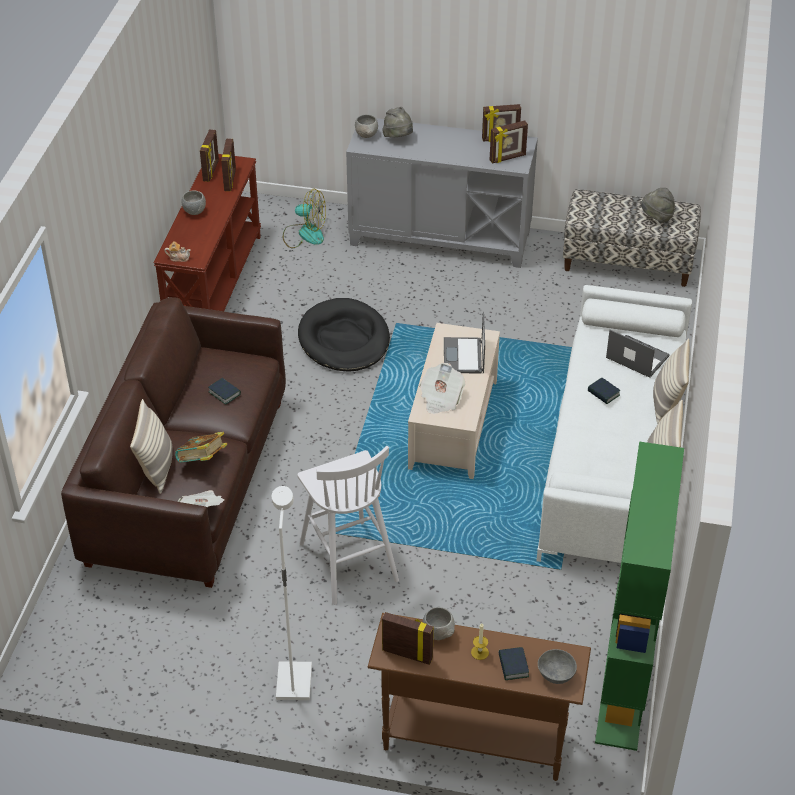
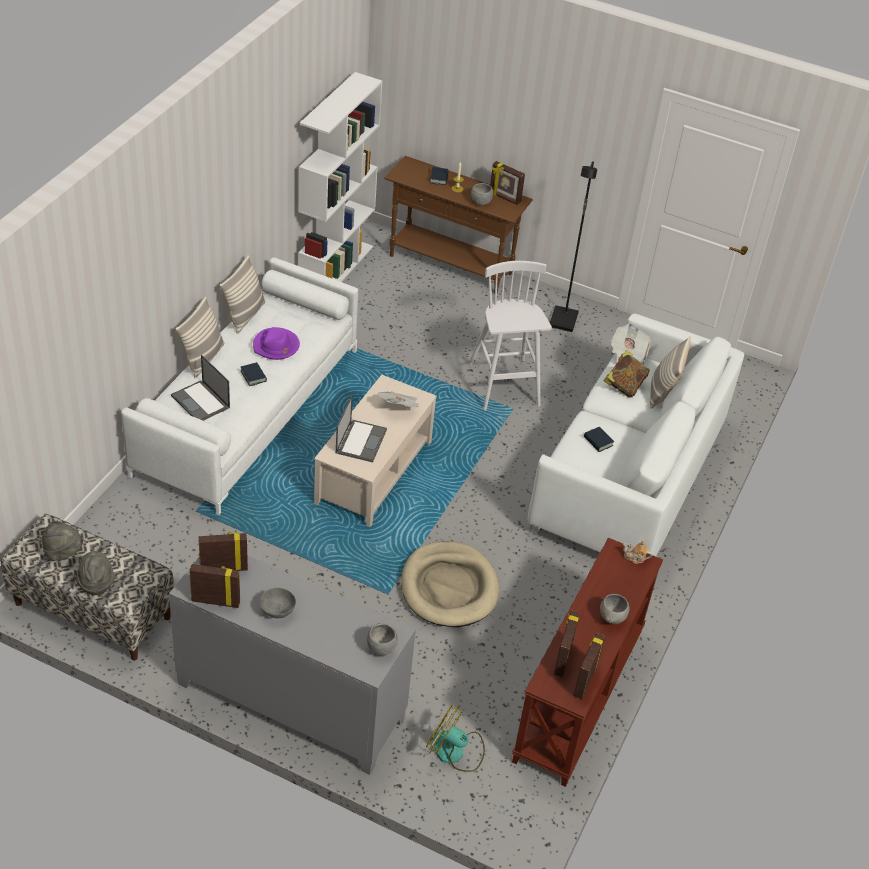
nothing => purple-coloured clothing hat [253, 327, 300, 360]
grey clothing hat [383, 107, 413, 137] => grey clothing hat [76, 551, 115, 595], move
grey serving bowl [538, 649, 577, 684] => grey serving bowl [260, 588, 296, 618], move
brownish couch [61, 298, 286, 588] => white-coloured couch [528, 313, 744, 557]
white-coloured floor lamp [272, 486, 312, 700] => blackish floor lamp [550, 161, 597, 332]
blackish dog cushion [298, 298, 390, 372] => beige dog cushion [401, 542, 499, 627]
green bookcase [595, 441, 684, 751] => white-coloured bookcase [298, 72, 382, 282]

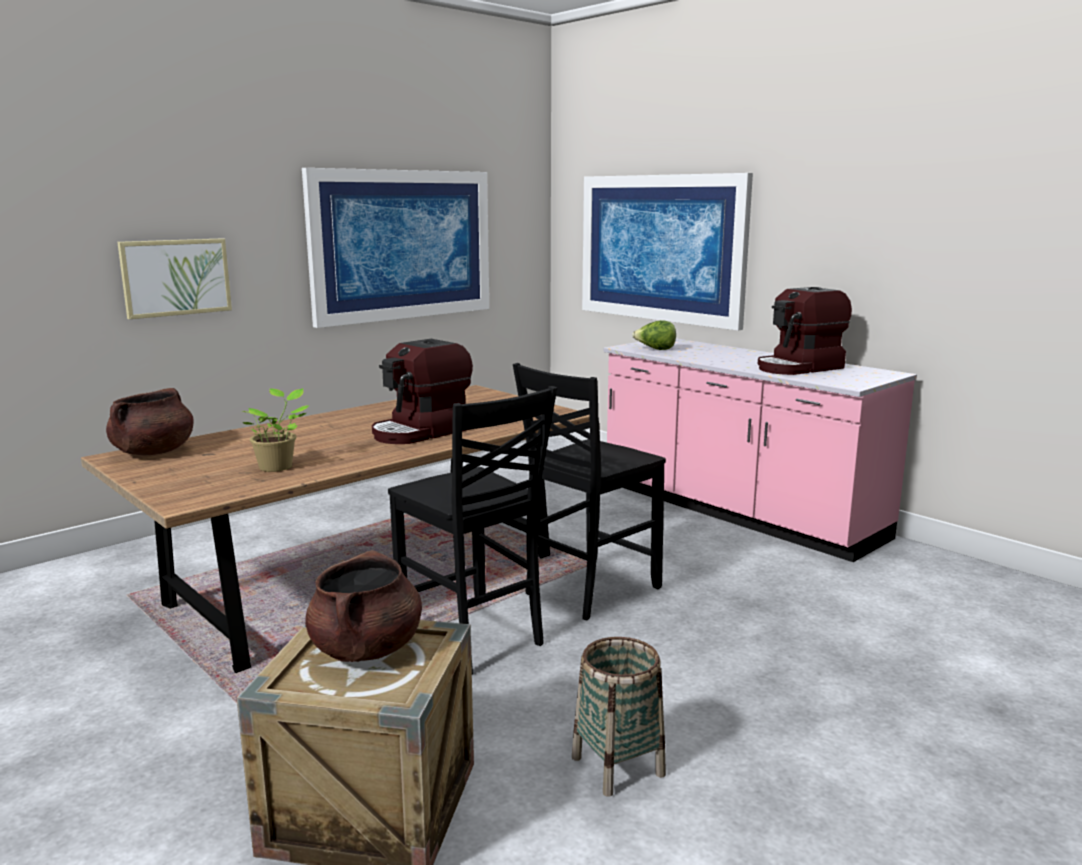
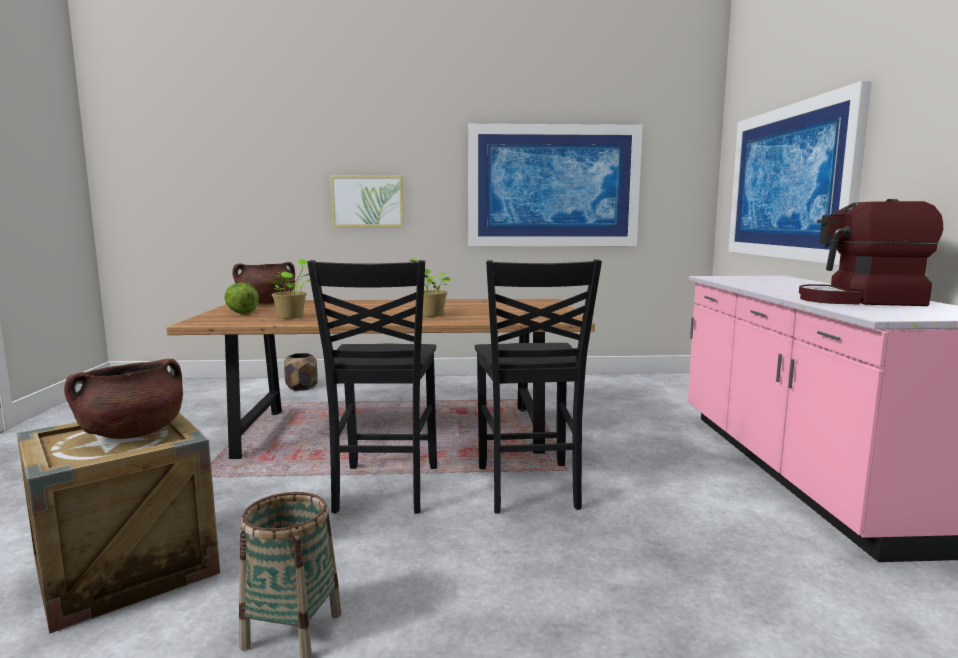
nothing => brownish planter [284, 353, 317, 391]
lettuce head [632, 320, 676, 350] => lettuce head [224, 282, 259, 314], move
coffee machine [372, 339, 473, 444] => plant in a pot [410, 259, 453, 317]
blackish upright chair [513, 363, 666, 620] => blackish upright chair [475, 259, 602, 514], 90 degrees counterclockwise

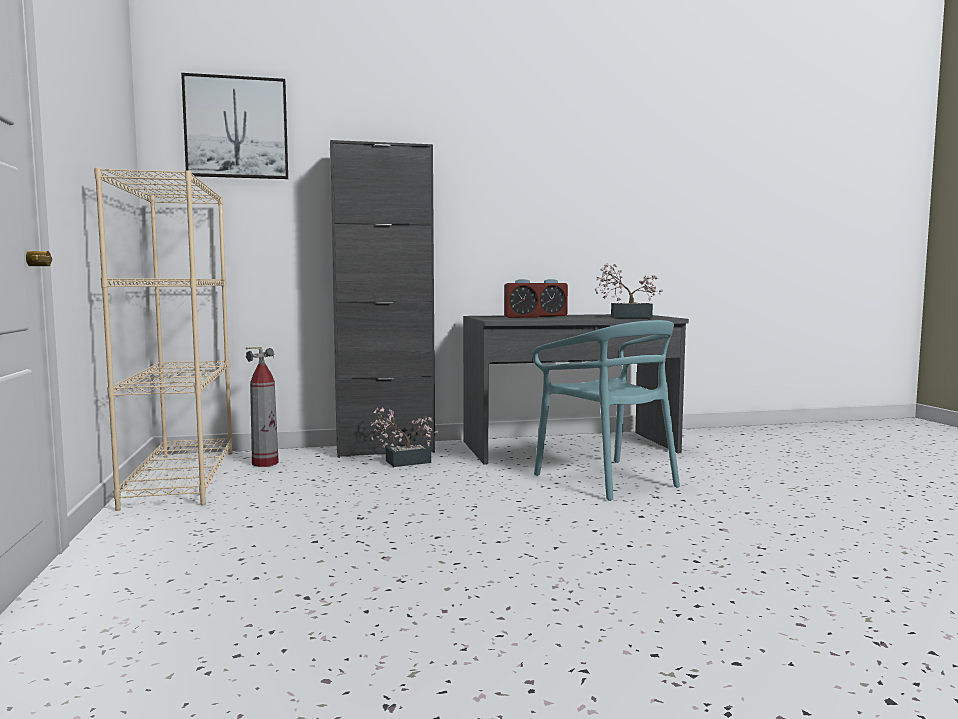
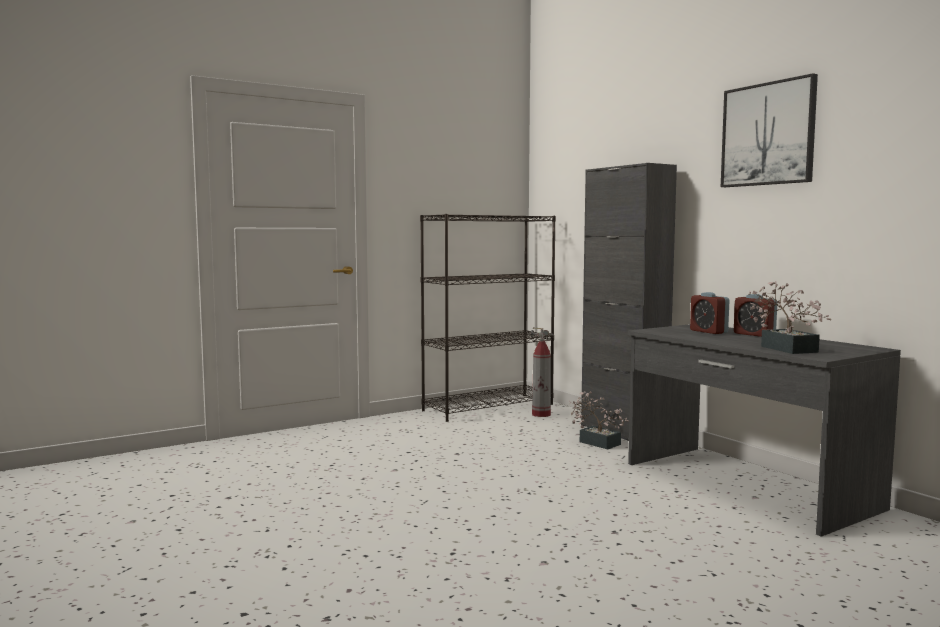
blue-green upright chair [532, 320, 680, 501] => nothing
wall picture [181, 73, 288, 179] => wall picture [721, 73, 818, 187], move
beige bookcase [94, 168, 233, 511] => blackish bookcase [420, 214, 556, 422]

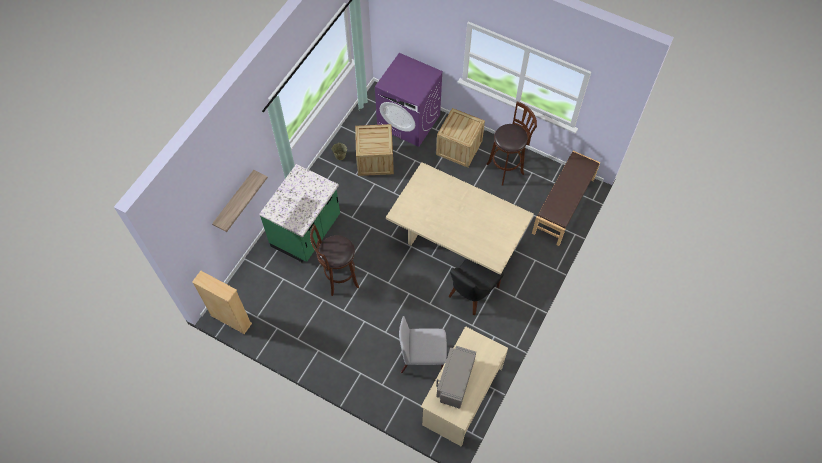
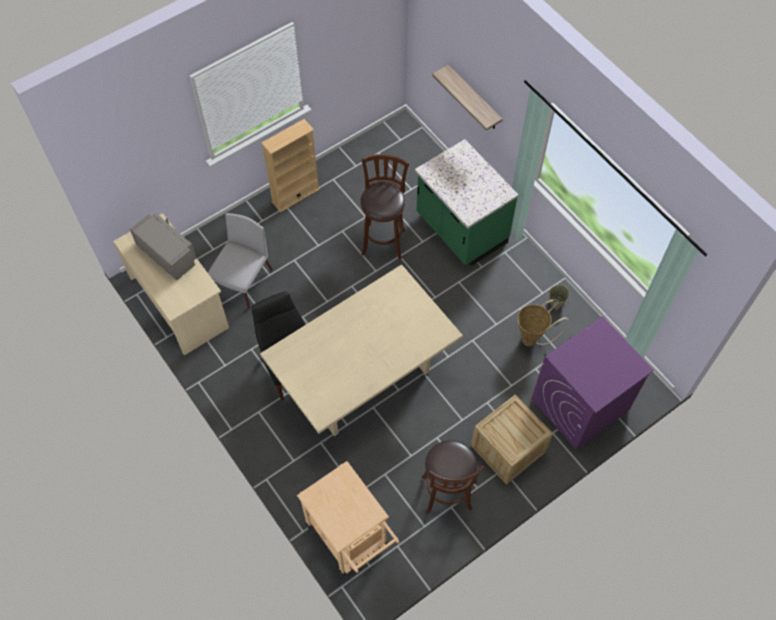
beige bookcase [192, 271, 252, 334] => beige bookcase [261, 119, 320, 213], move
shipping crate [355, 124, 394, 176] => basket [518, 299, 569, 346]
brownish indoor bench [532, 151, 600, 246] => beige wheeled cart [297, 461, 399, 576]

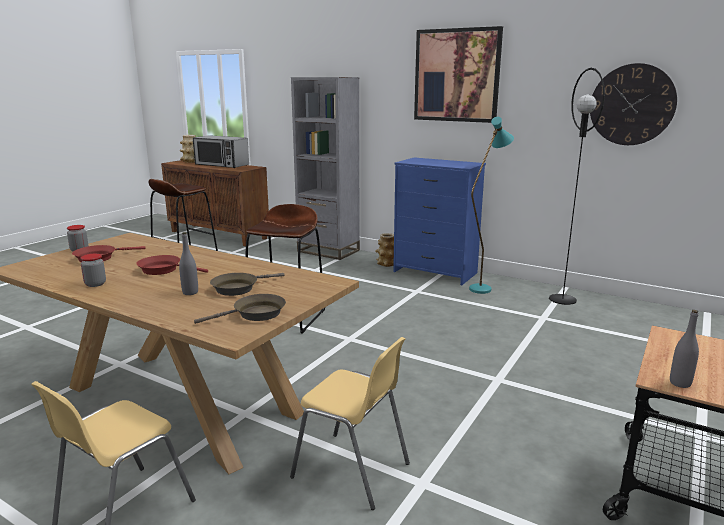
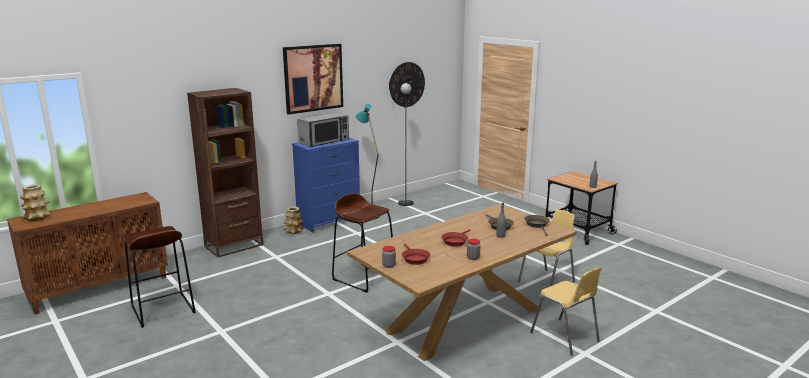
microwave [193, 135, 249, 168] => microwave [297, 112, 349, 147], move
grey bookcase [291, 77, 360, 260] => brownish bookcase [187, 88, 263, 258]

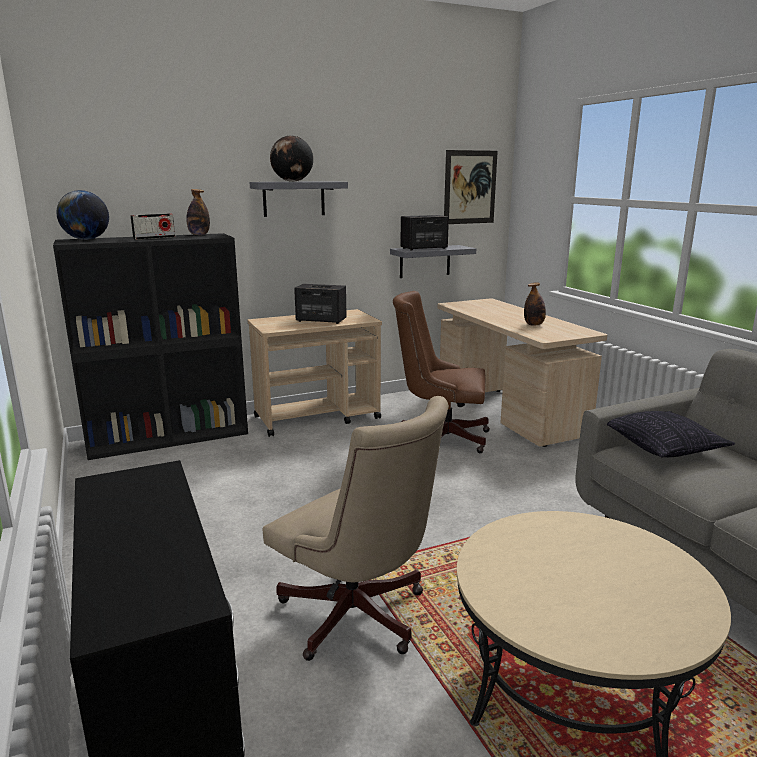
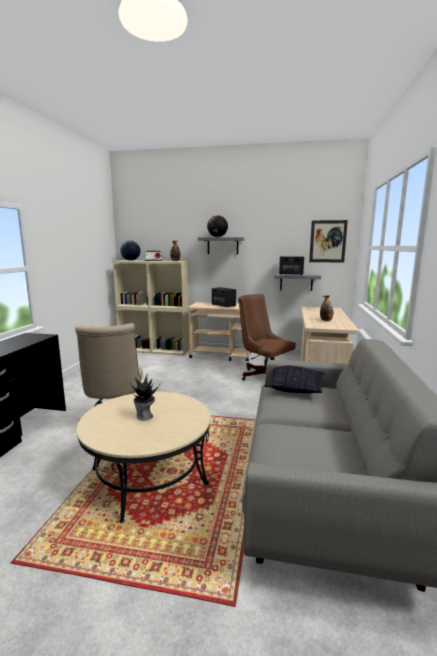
nothing => plant in a pot [130, 376, 161, 420]
blackish bookcase [53, 233, 248, 460] => beige bookcase [113, 260, 189, 356]

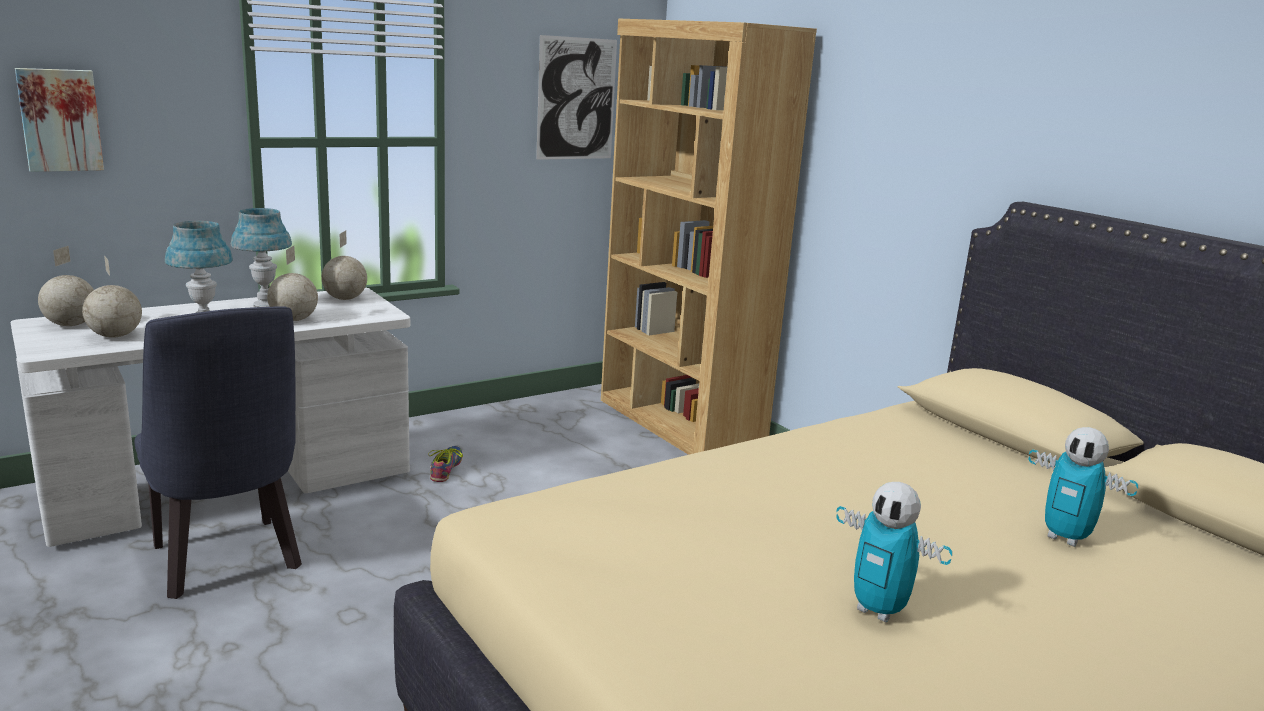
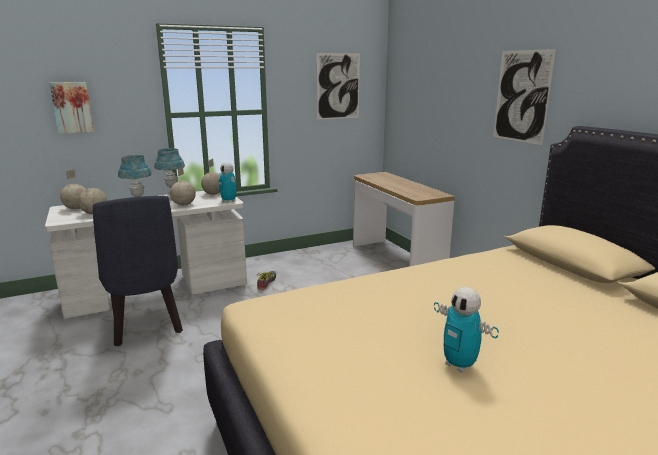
nothing => wall picture [493, 49, 556, 145]
model robot [1028, 427, 1138, 547] => model robot [219, 162, 237, 203], move
brownish bookcase [601, 19, 817, 455] => narrow table [353, 172, 455, 266]

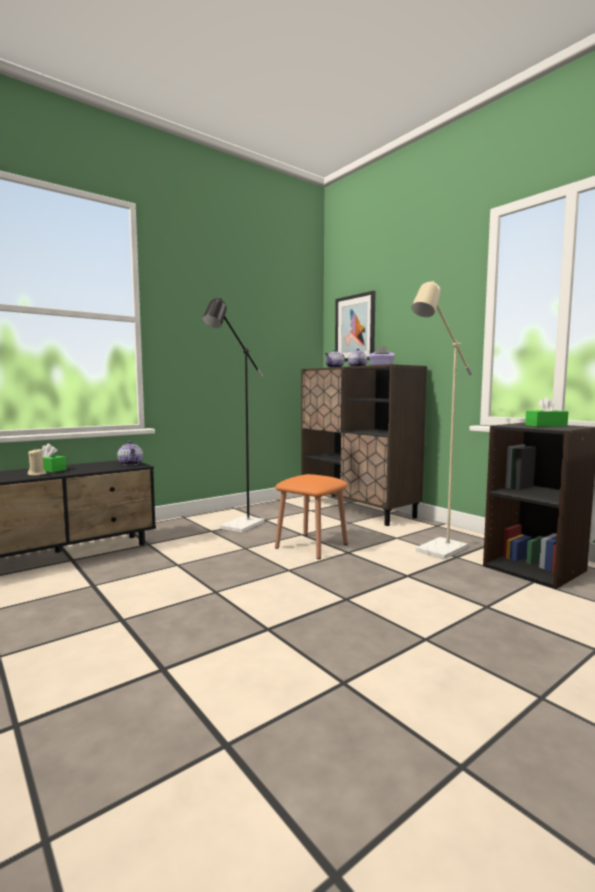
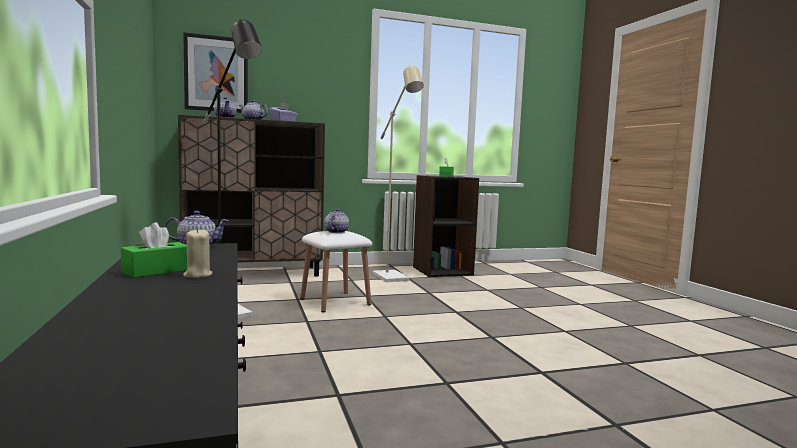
nothing => tea pot [324, 208, 349, 233]
orangey stool seat [275, 474, 348, 559] => white-coloured stool seat [300, 231, 372, 312]

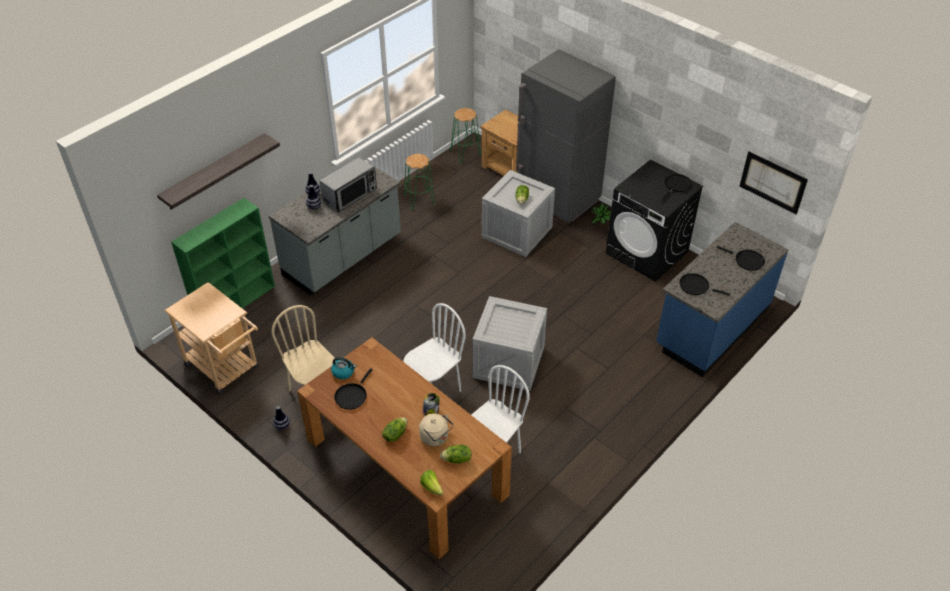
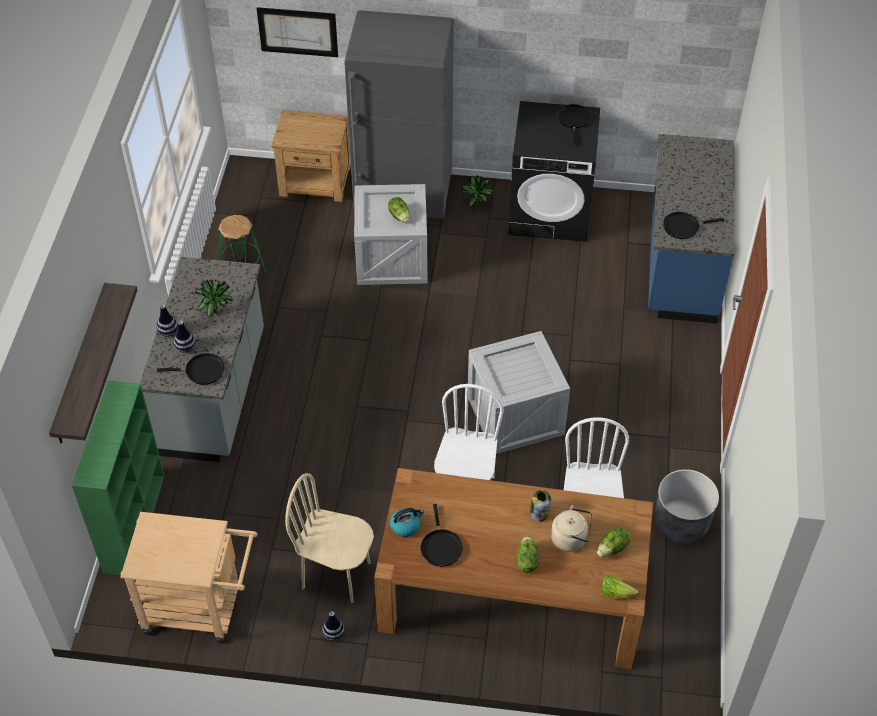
green stool seat [450, 108, 481, 163] => nothing
nothing => grey planter [655, 469, 719, 544]
blackish skillet [716, 246, 765, 271] => blackish skillet [156, 353, 225, 385], move
wall picture [740, 152, 808, 215] => wall picture [257, 7, 338, 57], move
microwave [320, 157, 377, 212] => plant in a pot [195, 279, 233, 316]

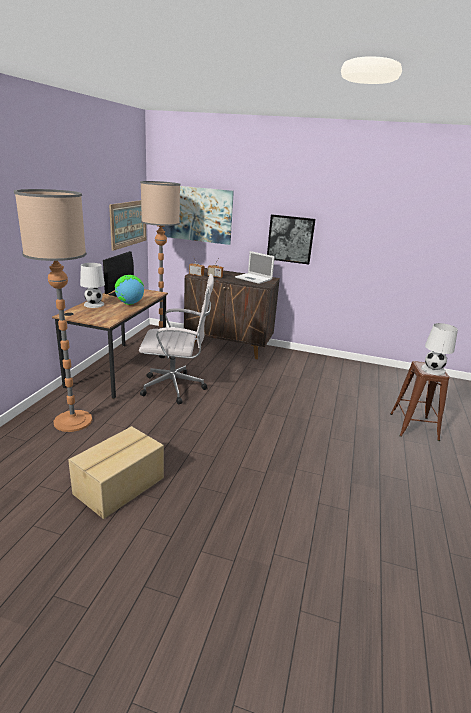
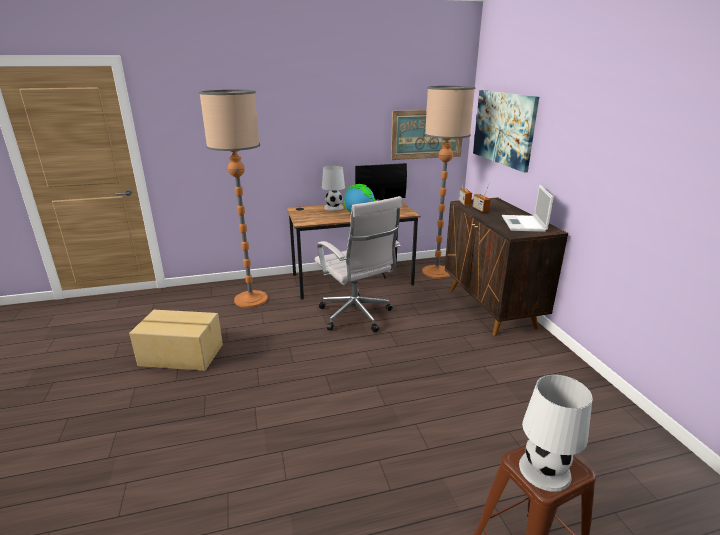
wall picture [267, 214, 316, 264] => nothing

